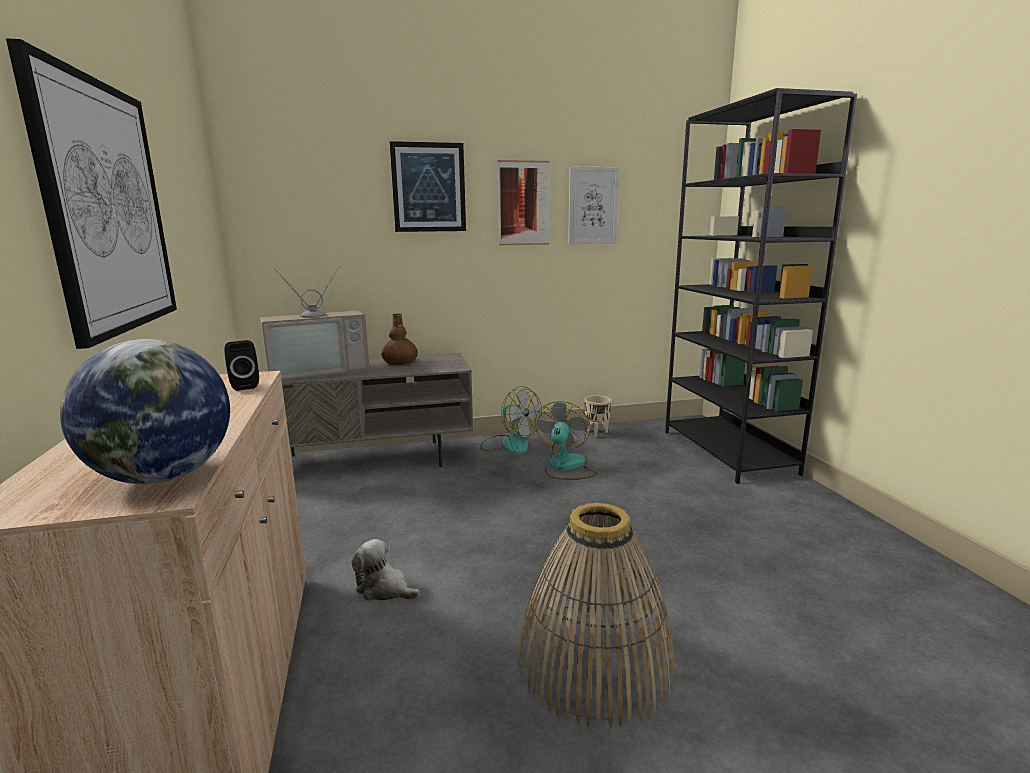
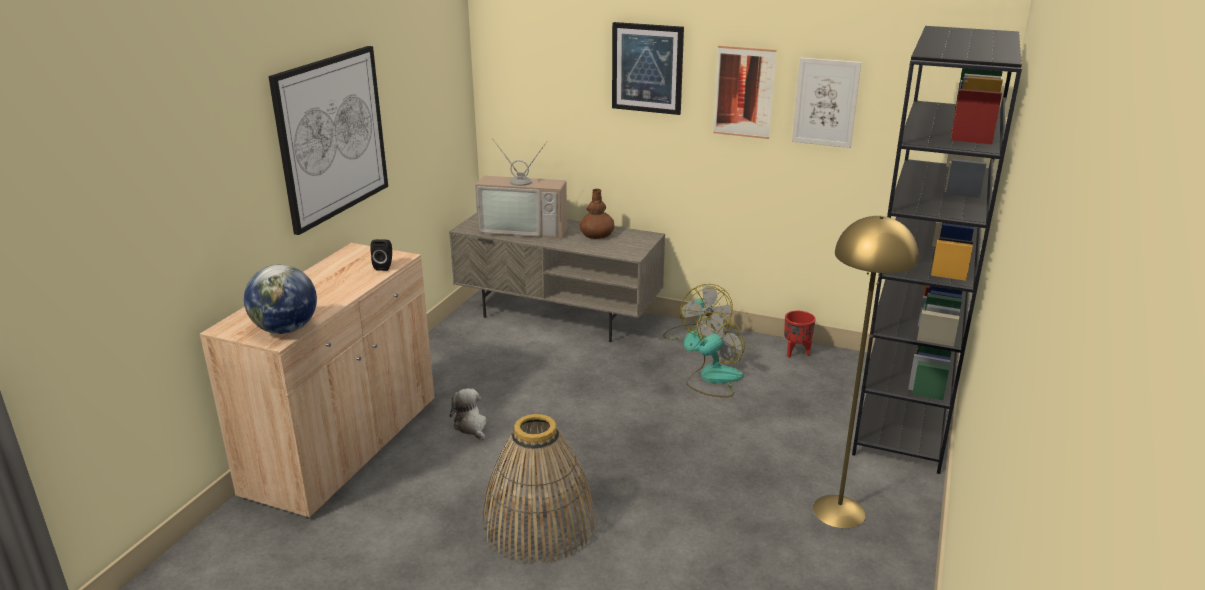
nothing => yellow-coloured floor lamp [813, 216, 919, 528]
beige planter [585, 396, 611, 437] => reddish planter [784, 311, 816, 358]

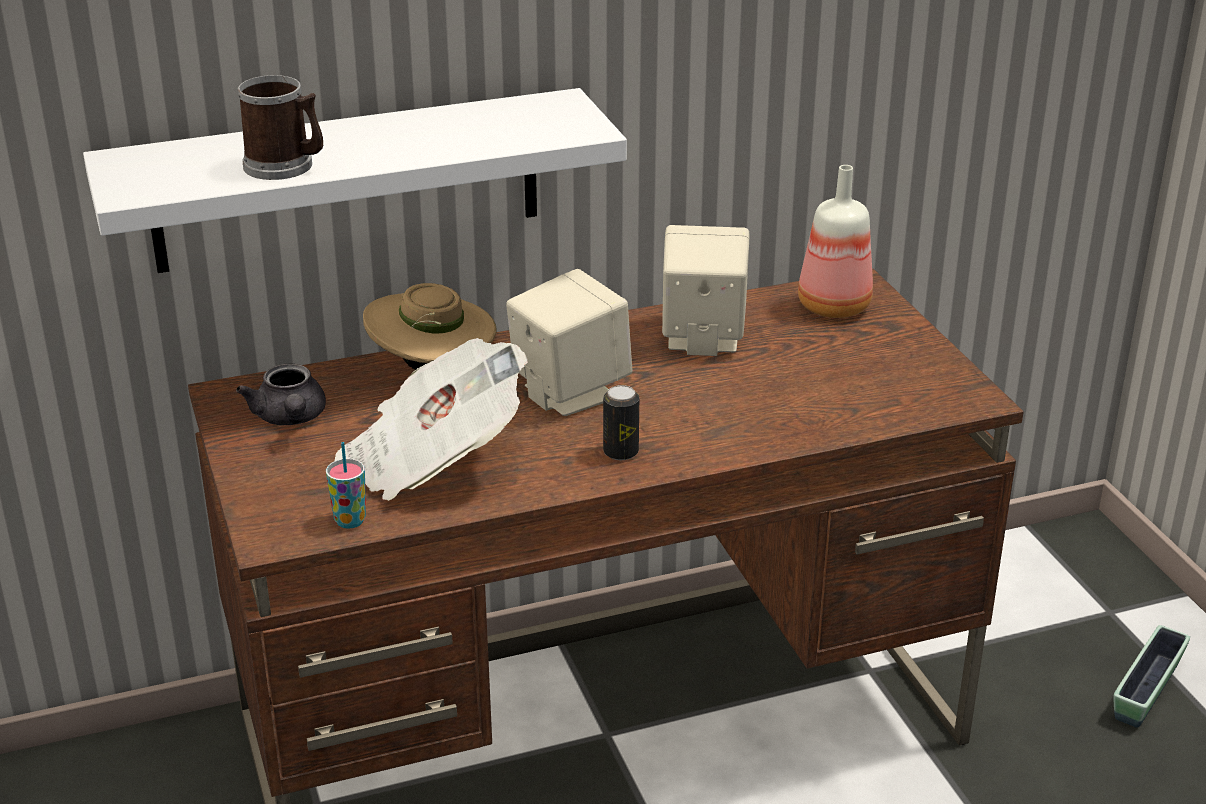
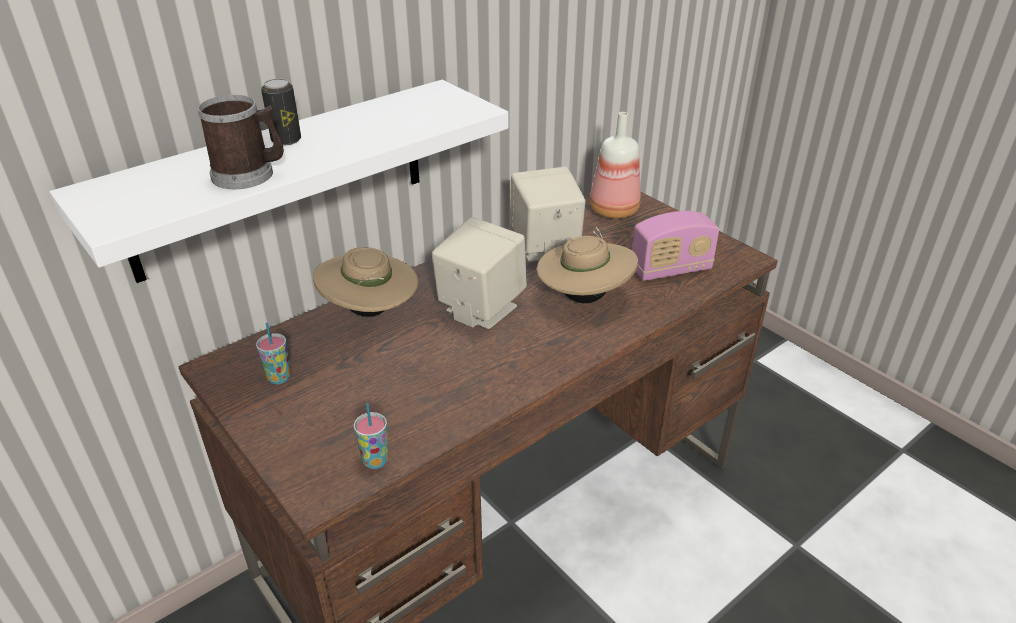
daily paper [335, 338, 528, 501] => nothing
planter [1113, 625, 1190, 728] => nothing
nothing => beige clothing hat [537, 227, 638, 303]
nothing => radio [632, 211, 719, 281]
sealed can [603, 385, 639, 460] => sealed can [261, 79, 301, 146], move
grey tea pot [236, 364, 326, 425] => cup [256, 323, 290, 384]

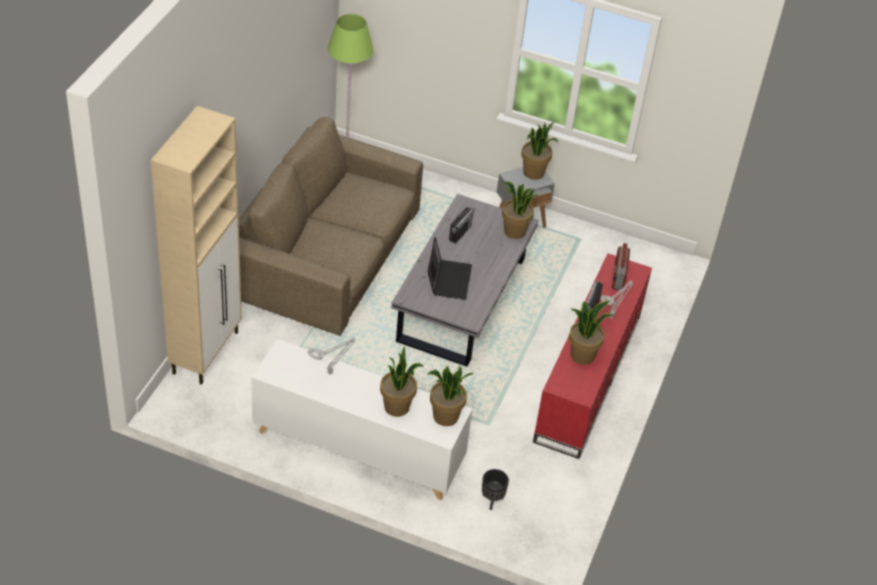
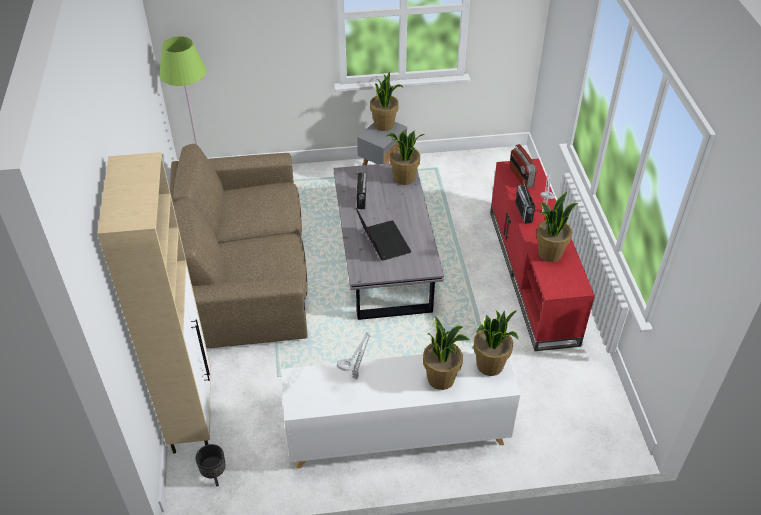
blackish planter [482, 469, 509, 510] => blackish planter [196, 444, 226, 487], move

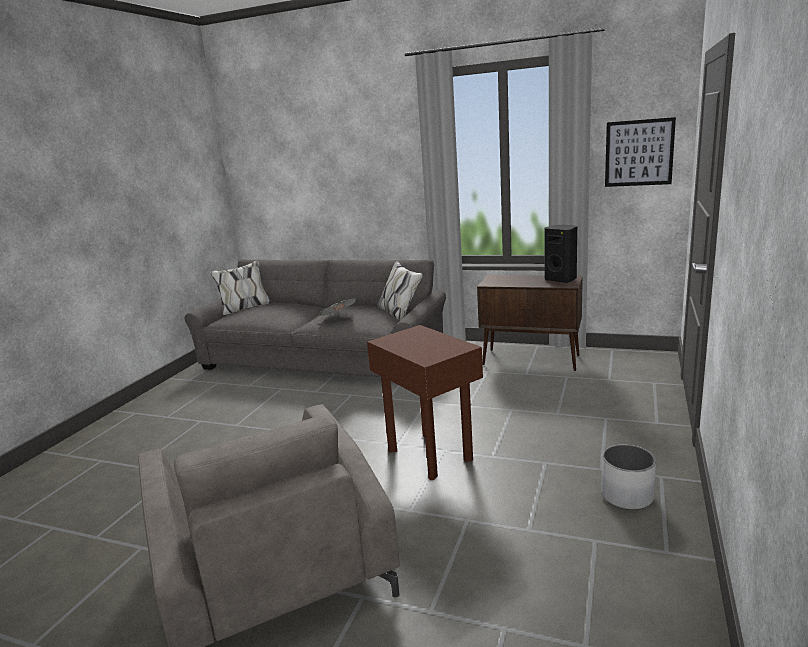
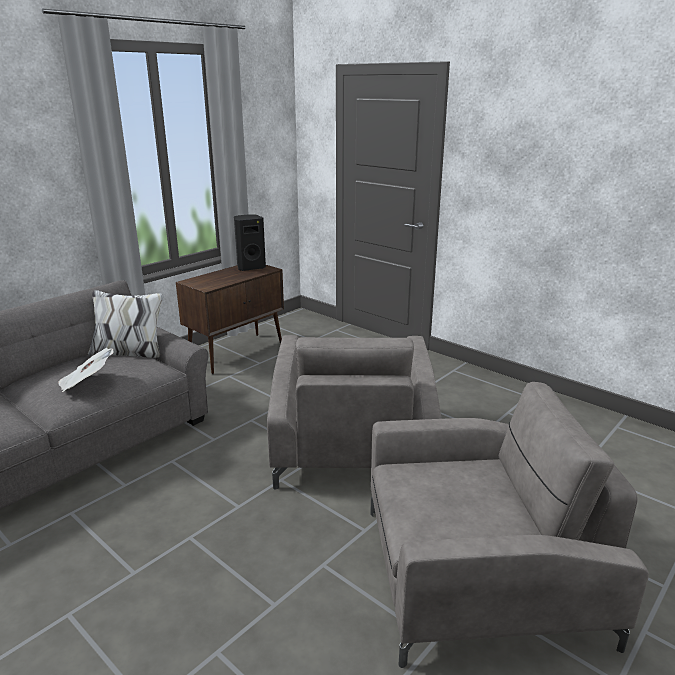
white-coloured planter [601, 445, 656, 510] => nothing
wall picture [605, 117, 676, 187] => nothing
brownish side table [367, 325, 483, 480] => grey lounge chair [267, 335, 442, 490]

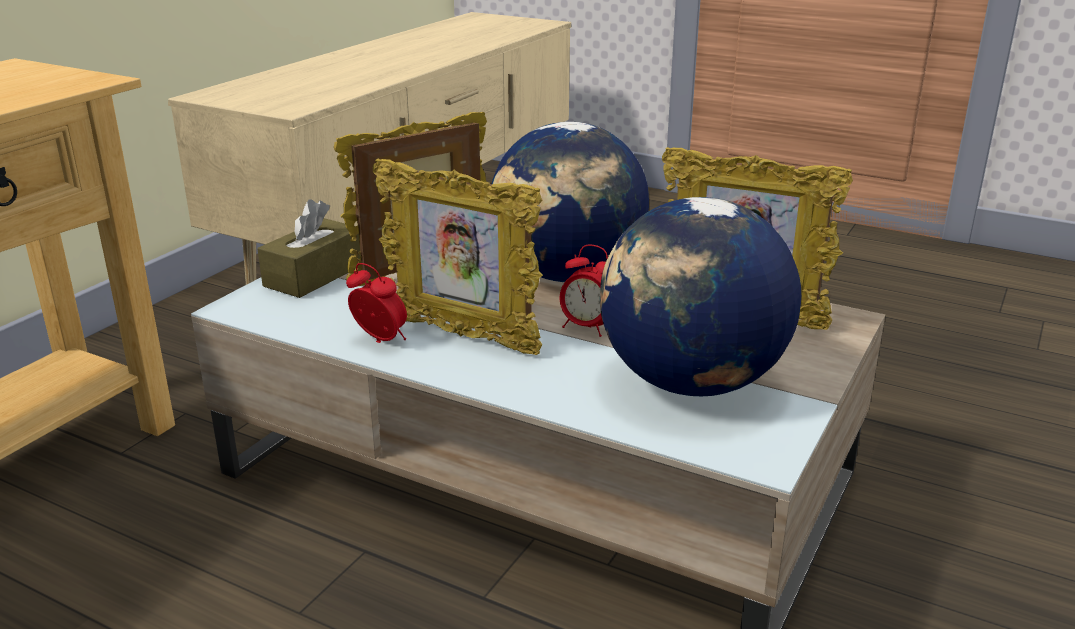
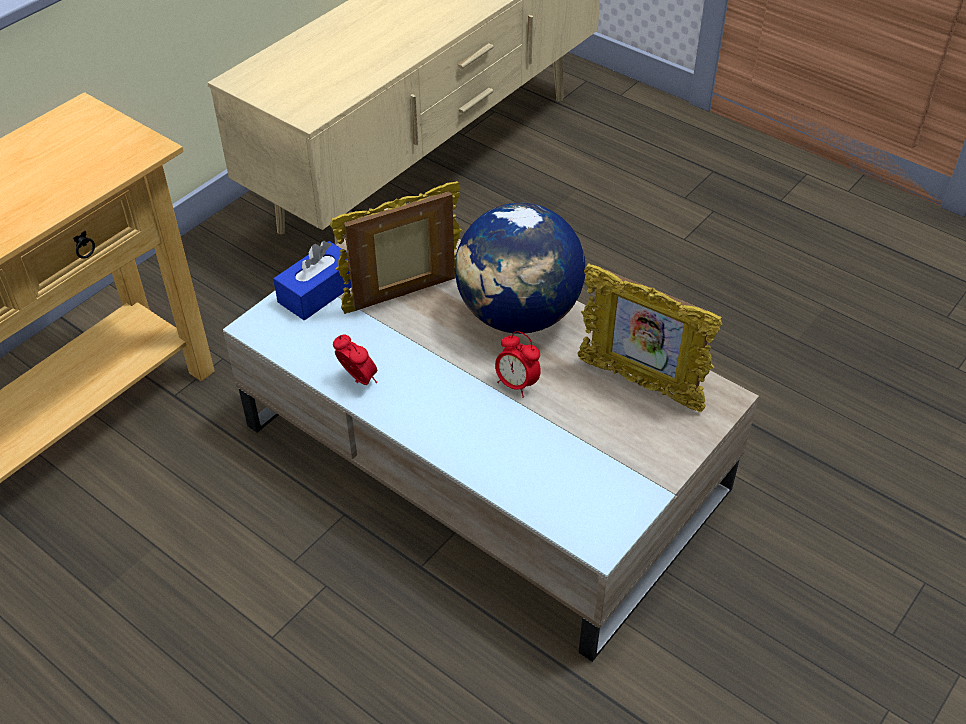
photo frame [373, 159, 543, 355] => nothing
globe [600, 197, 801, 396] => nothing
brownish tissue box [258, 199, 361, 298] => blue-coloured tissue box [273, 241, 351, 321]

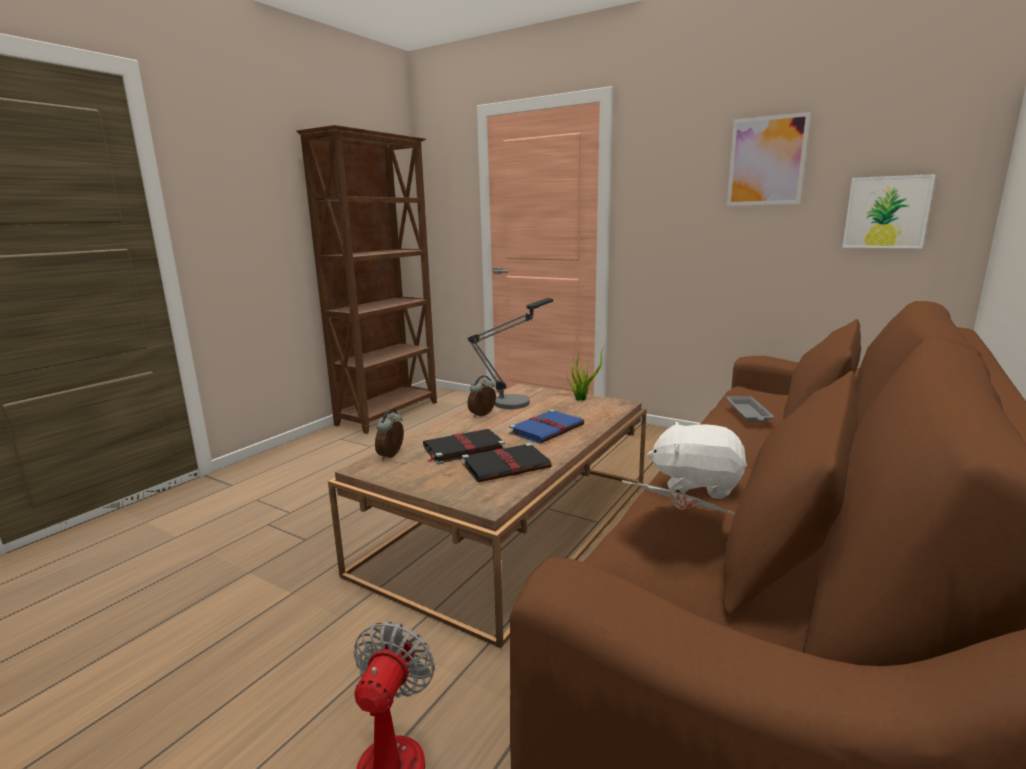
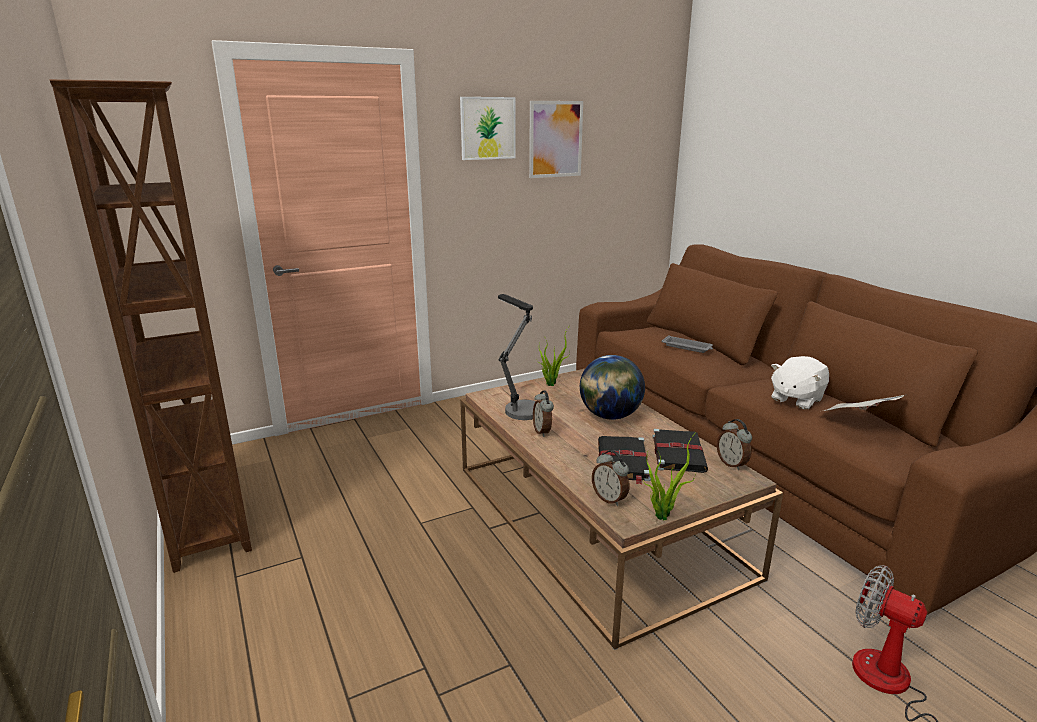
nothing => plant in a pot [643, 436, 695, 520]
nothing => bedside clock [717, 419, 752, 470]
wall picture [842, 174, 936, 249] => wall picture [460, 97, 516, 160], move
blue-coloured volume [509, 410, 584, 443] => globe [580, 355, 645, 420]

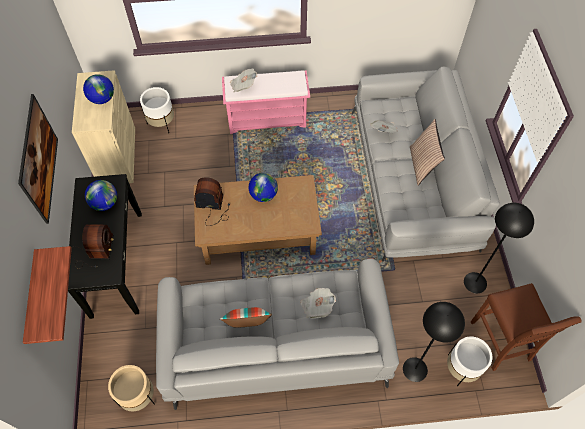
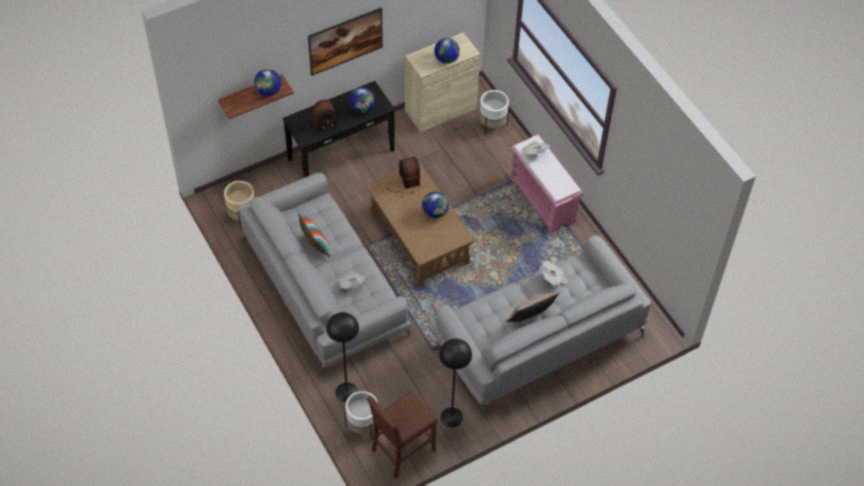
nothing => globe [254, 69, 281, 96]

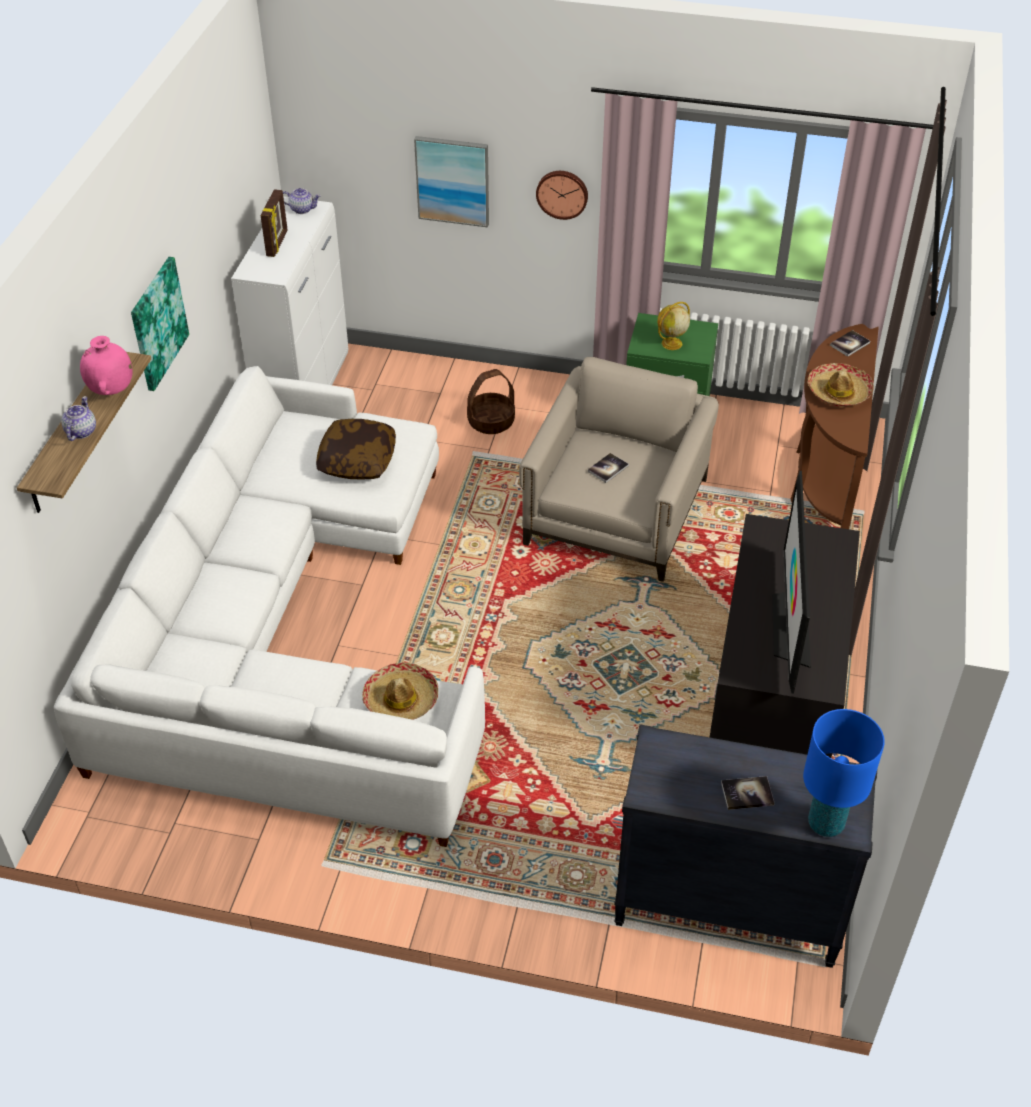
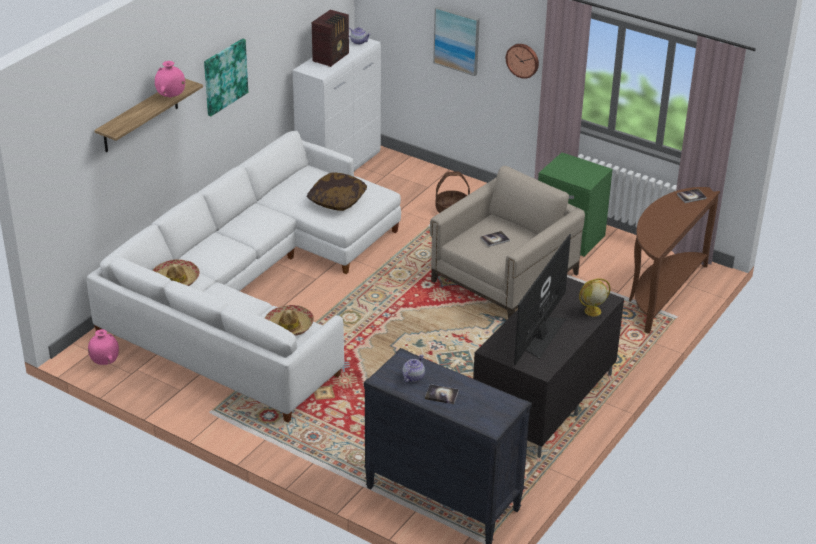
blue-coloured lamp for a table [803, 709, 885, 837] => nothing
nothing => pink decorative vase [88, 329, 119, 365]
tea pot [61, 396, 96, 441] => tea pot [403, 354, 425, 382], move
globe [657, 302, 690, 350] => globe [579, 278, 610, 316], move
clothing hat [808, 363, 874, 407] => clothing hat [153, 259, 200, 286], move
photo frame [261, 189, 288, 257] => radio [312, 10, 349, 67]

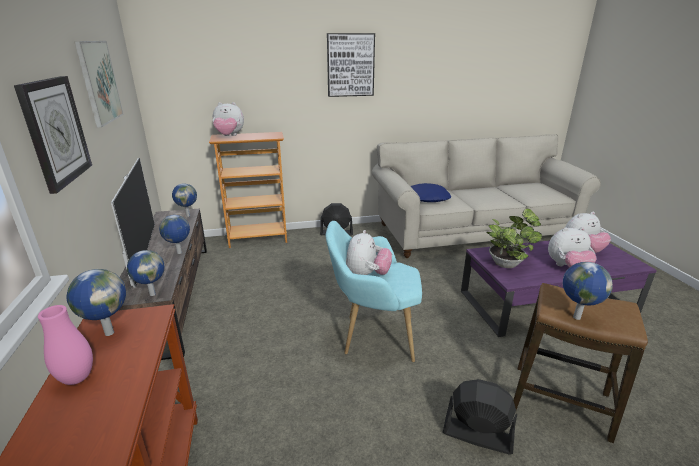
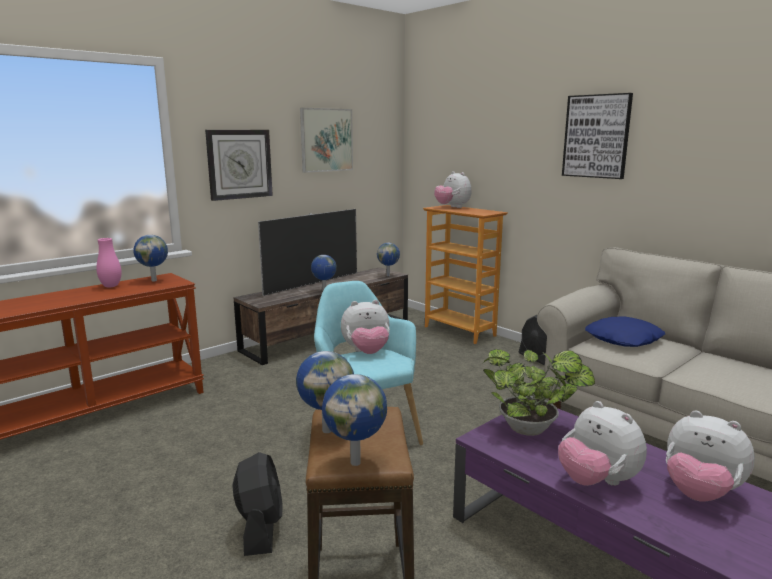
globe [127, 250, 165, 296] => globe [322, 374, 387, 466], move

